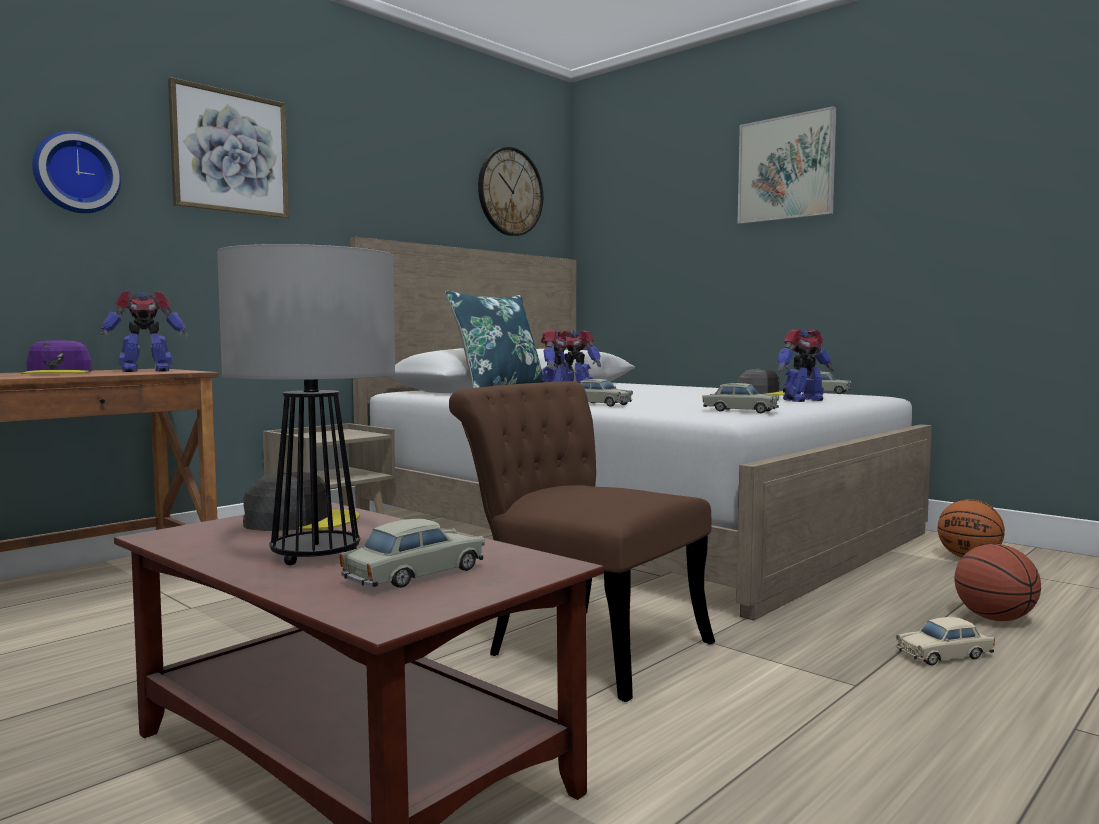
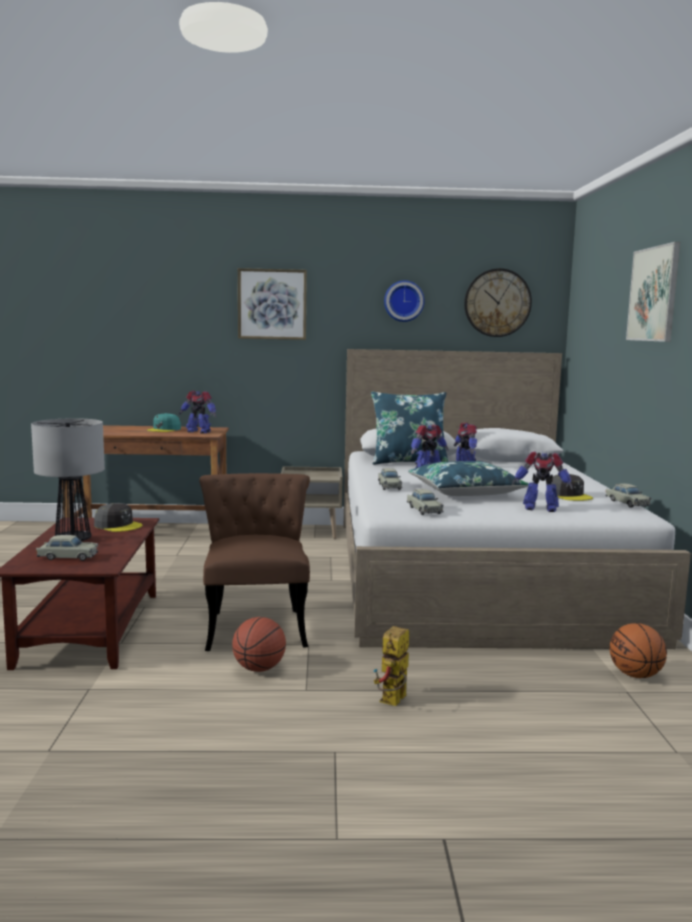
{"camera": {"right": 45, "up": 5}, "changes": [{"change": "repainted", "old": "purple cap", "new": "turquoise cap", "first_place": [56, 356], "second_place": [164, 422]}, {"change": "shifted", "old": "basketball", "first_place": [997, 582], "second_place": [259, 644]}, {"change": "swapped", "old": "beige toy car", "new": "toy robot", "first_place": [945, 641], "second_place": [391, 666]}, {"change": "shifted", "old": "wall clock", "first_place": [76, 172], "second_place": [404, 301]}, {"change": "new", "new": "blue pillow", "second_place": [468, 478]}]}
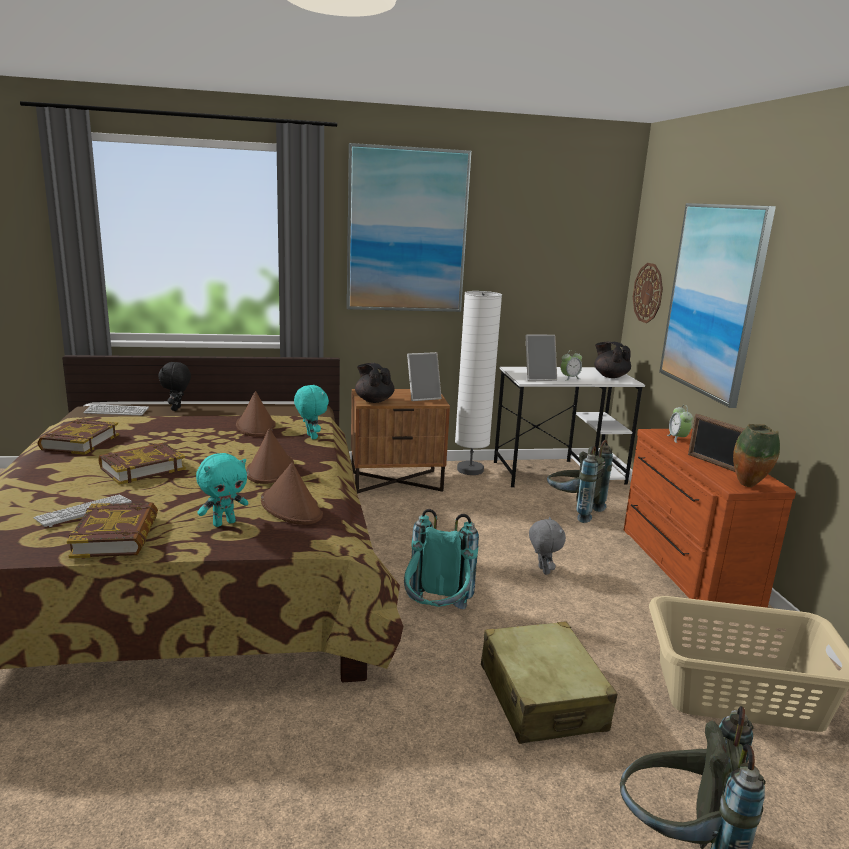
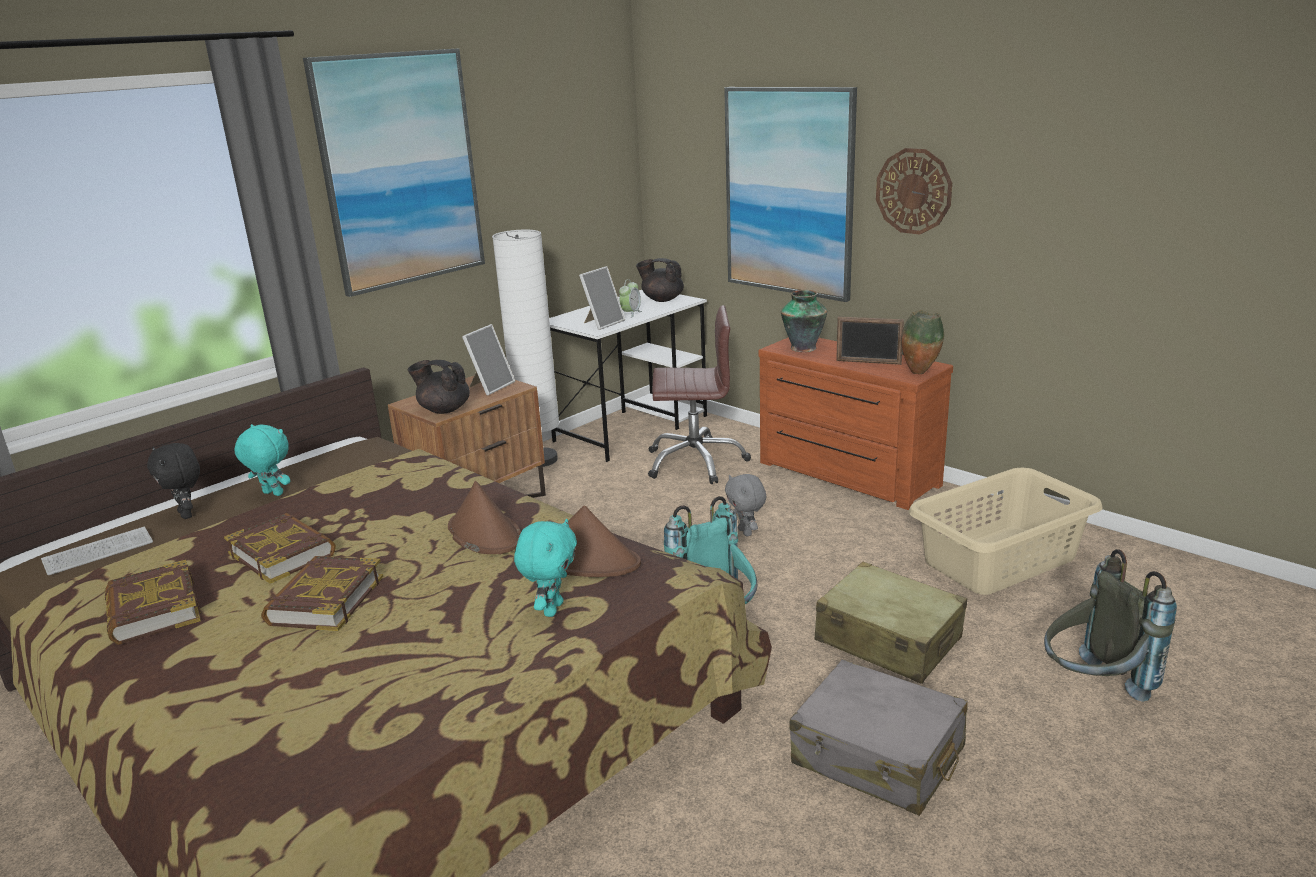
{"camera": {"right": -35, "up": 5}, "changes": [{"change": "shifted", "old": "book", "first_place": [112, 530], "second_place": [280, 548]}, {"change": "shifted", "old": "turquoise plush toy", "first_place": [311, 411], "second_place": [262, 460]}, {"change": "swapped", "old": "grey backpack", "new": "brown office chair", "first_place": [580, 481], "second_place": [699, 394]}, {"change": "rotated", "old": "grey plush toy", "first_place": [547, 546], "second_place": [745, 505], "degrees": -150}, {"change": "swapped", "old": "alarm clock", "new": "vase", "first_place": [680, 424], "second_place": [804, 321]}, {"change": "new", "new": "grey suitcase", "second_place": [878, 737]}, {"change": "shifted", "old": "wall clock", "first_place": [648, 293], "second_place": [914, 191]}, {"change": "gone", "old": "keyboard", "first_place": [82, 511]}, {"change": "gone", "old": "brown hat", "first_place": [256, 414]}]}
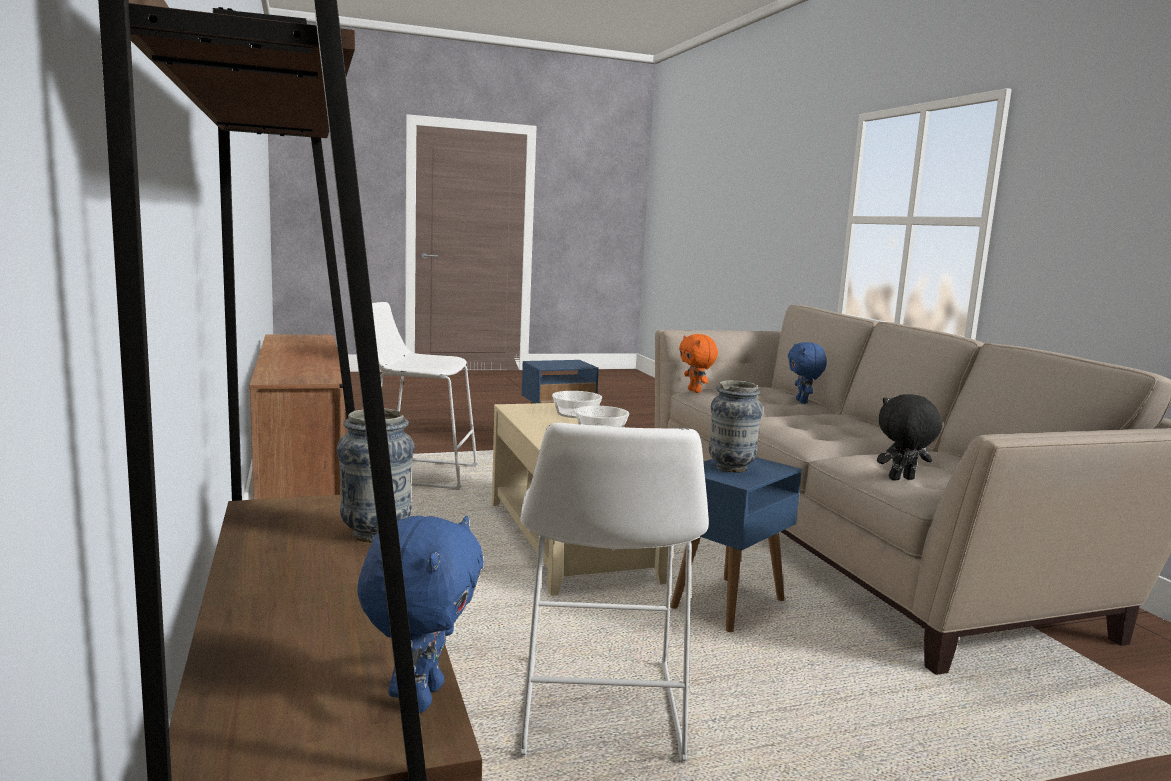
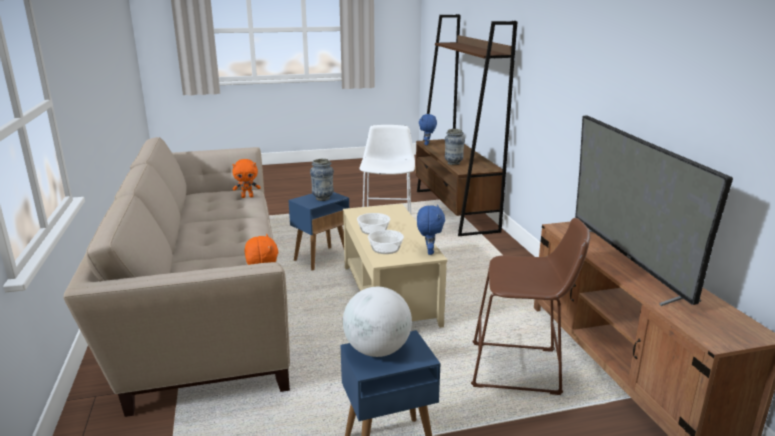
{"camera": {"right": -175, "up": 10}, "changes": [{"change": "repainted", "old": "black plush toy", "new": "orange plush toy", "first_place": [909, 437], "second_place": [246, 178]}, {"change": "new", "new": "globe", "second_place": [377, 322]}, {"change": "shifted", "old": "blue plush toy", "first_place": [807, 373], "second_place": [431, 230]}, {"change": "repainted", "old": "white stool", "new": "brown stool", "first_place": [425, 396], "second_place": [530, 306]}, {"change": "new", "new": "television", "second_place": [654, 211]}]}
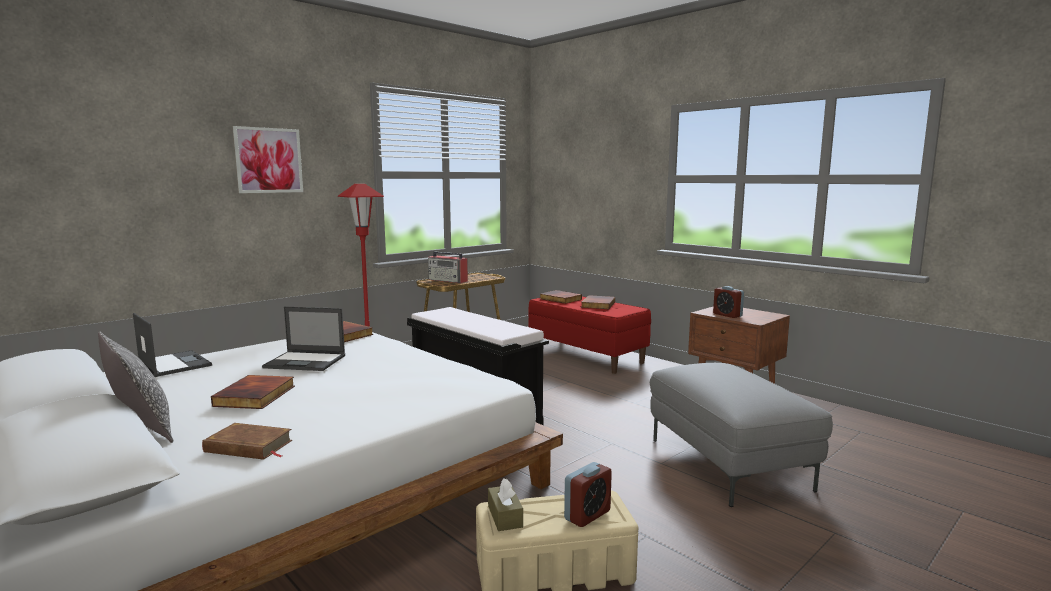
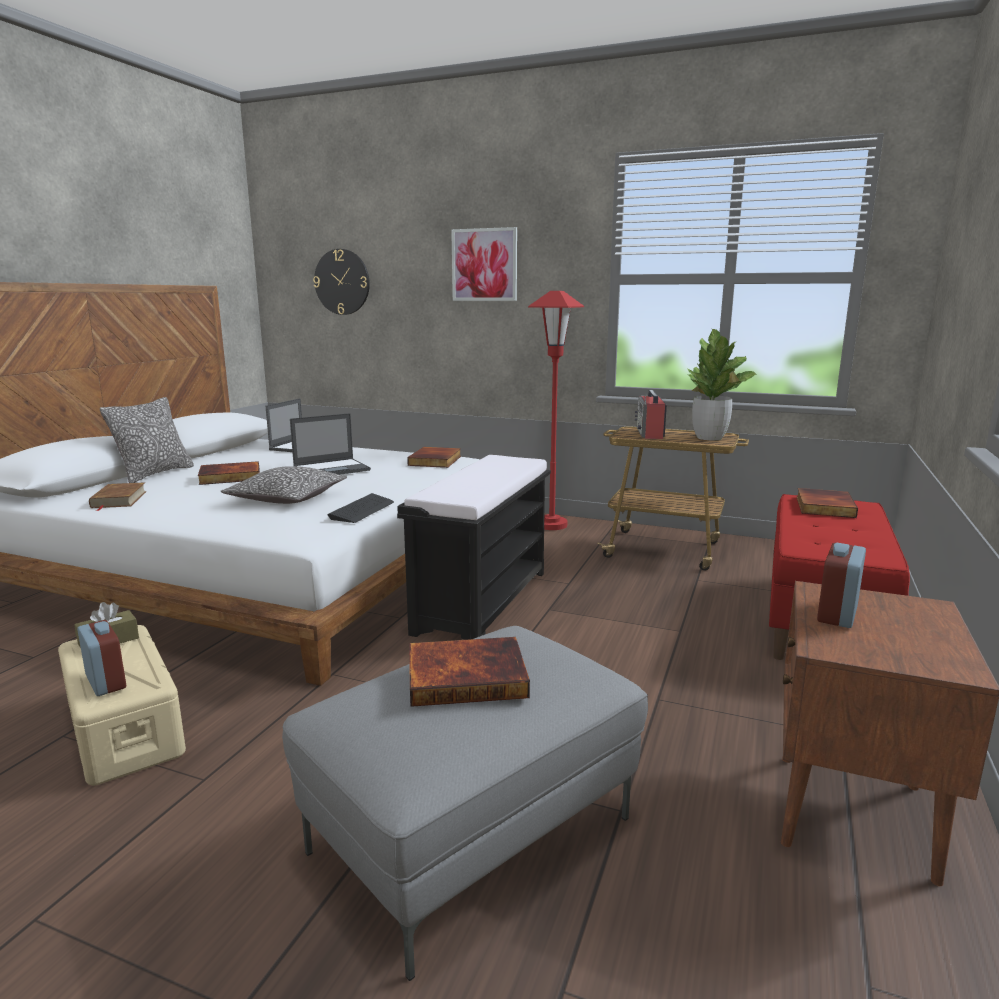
{"camera": {"right": 65, "up": 5}, "changes": [{"change": "rotated", "old": "alarm clock", "first_place": [588, 494], "second_place": [101, 658], "degrees": -150}, {"change": "new", "new": "pillow", "second_place": [283, 485]}, {"change": "rotated", "old": "laptop", "first_place": [303, 339], "second_place": [330, 444], "degrees": -105}, {"change": "new", "new": "wall clock", "second_place": [341, 282]}, {"change": "new", "new": "keyboard", "second_place": [360, 508]}, {"change": "shifted", "old": "book", "first_place": [598, 302], "second_place": [469, 672]}, {"change": "new", "new": "potted plant", "second_place": [721, 384]}]}
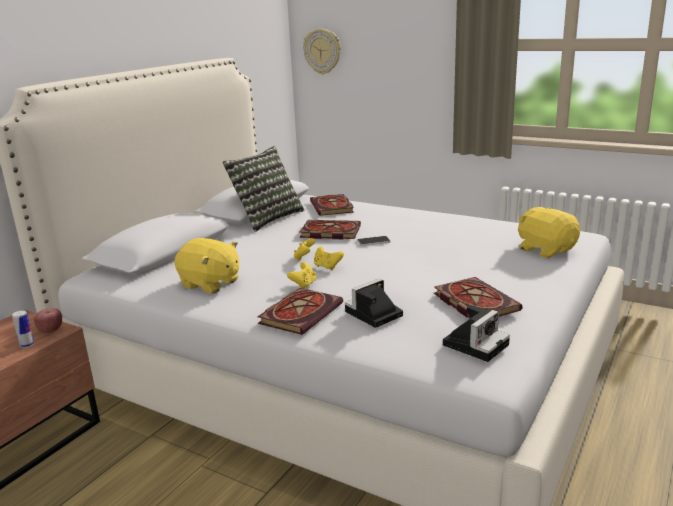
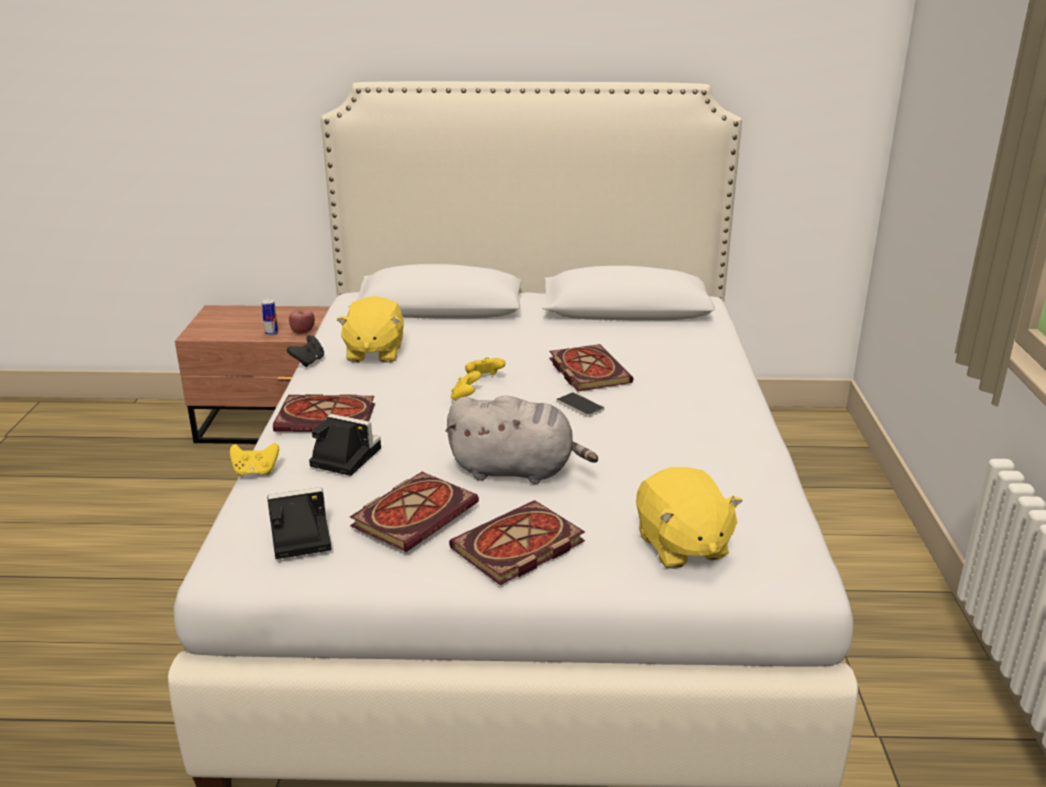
{"camera": {"right": 60, "up": 5}, "changes": [{"change": "shifted", "old": "yellow game controller", "first_place": [302, 275], "second_place": [254, 459]}, {"change": "rotated", "old": "photo camera", "first_place": [476, 333], "second_place": [299, 523], "degrees": 150}, {"change": "new", "new": "black game controller", "second_place": [305, 351]}, {"change": "new", "new": "grey plush toy", "second_place": [521, 440]}, {"change": "shifted", "old": "book", "first_place": [332, 205], "second_place": [517, 542]}, {"change": "rotated", "old": "yellow plush toy", "first_place": [549, 232], "second_place": [689, 518], "degrees": 135}, {"change": "gone", "old": "pillow", "first_place": [263, 189]}, {"change": "gone", "old": "wall clock", "first_place": [322, 51]}]}
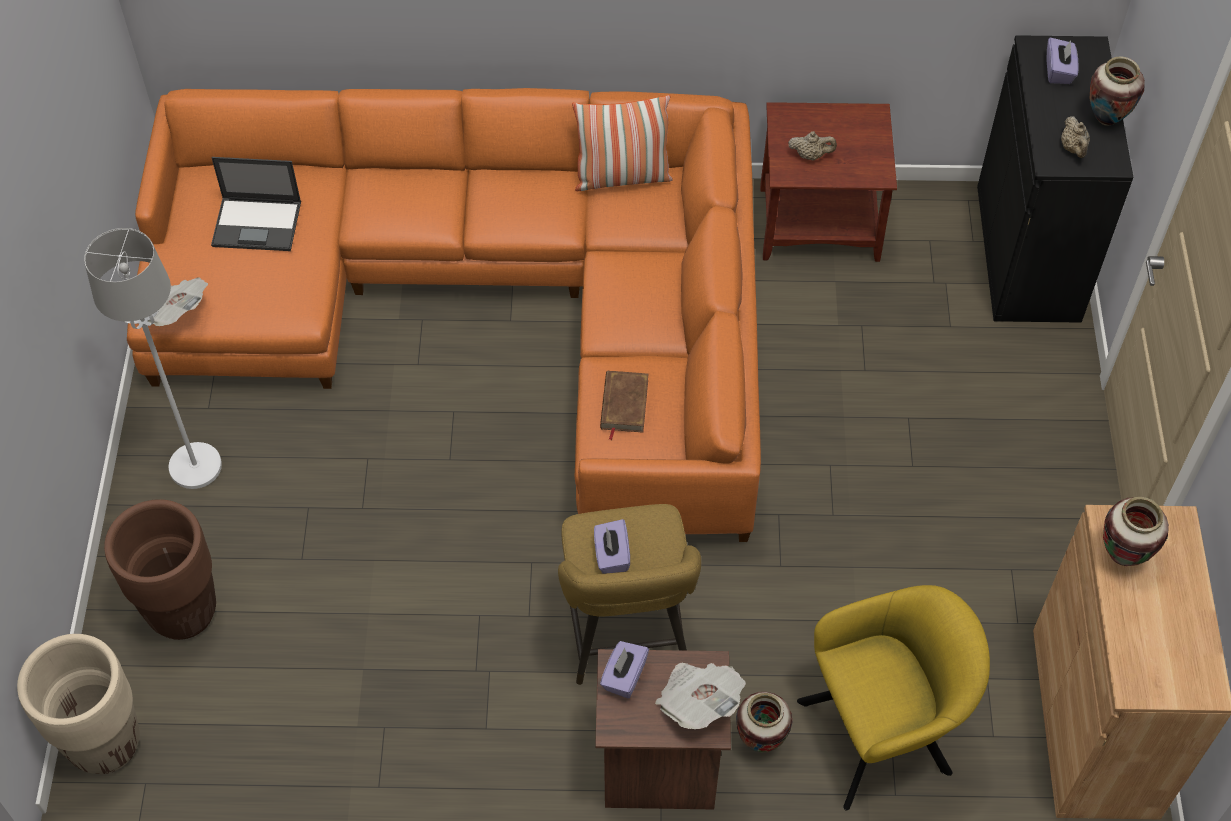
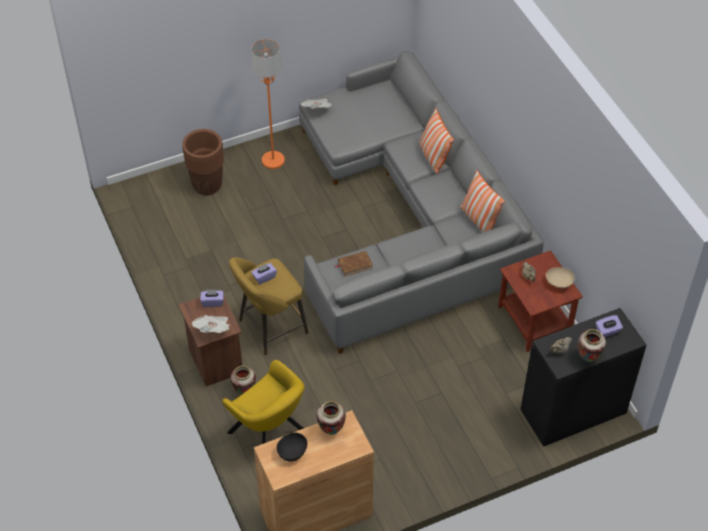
{"camera": {"right": 65, "up": -5}, "changes": [{"change": "repainted", "old": "white floor lamp", "new": "orange floor lamp", "first_place": [153, 358], "second_place": [268, 104]}, {"change": "new", "new": "black bowl", "second_place": [291, 447]}, {"change": "repainted", "old": "orange sofa", "new": "grey sofa", "first_place": [444, 315], "second_place": [421, 202]}, {"change": "new", "new": "pillow", "second_place": [436, 141]}, {"change": "new", "new": "beige bowl", "second_place": [560, 277]}, {"change": "gone", "old": "beige planter", "first_place": [78, 704]}, {"change": "gone", "old": "laptop", "first_place": [256, 204]}]}
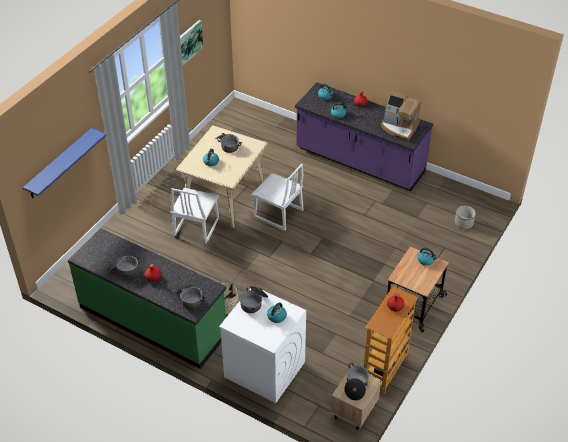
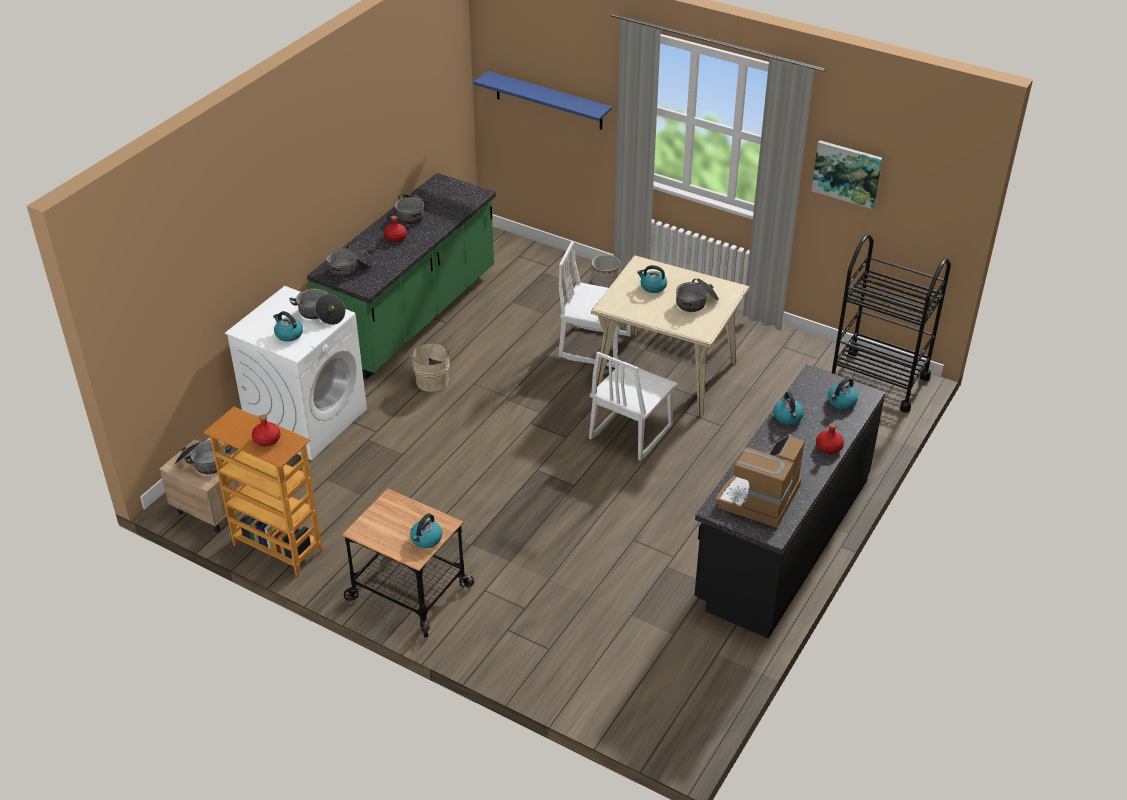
{"camera": {"right": 90, "up": -5}, "changes": [{"change": "shifted", "old": "planter", "first_place": [465, 217], "second_place": [605, 271]}, {"change": "repainted", "old": "purple counter", "new": "black counter", "first_place": [364, 136], "second_place": [790, 501]}, {"change": "new", "new": "black cart", "second_place": [891, 323]}]}
